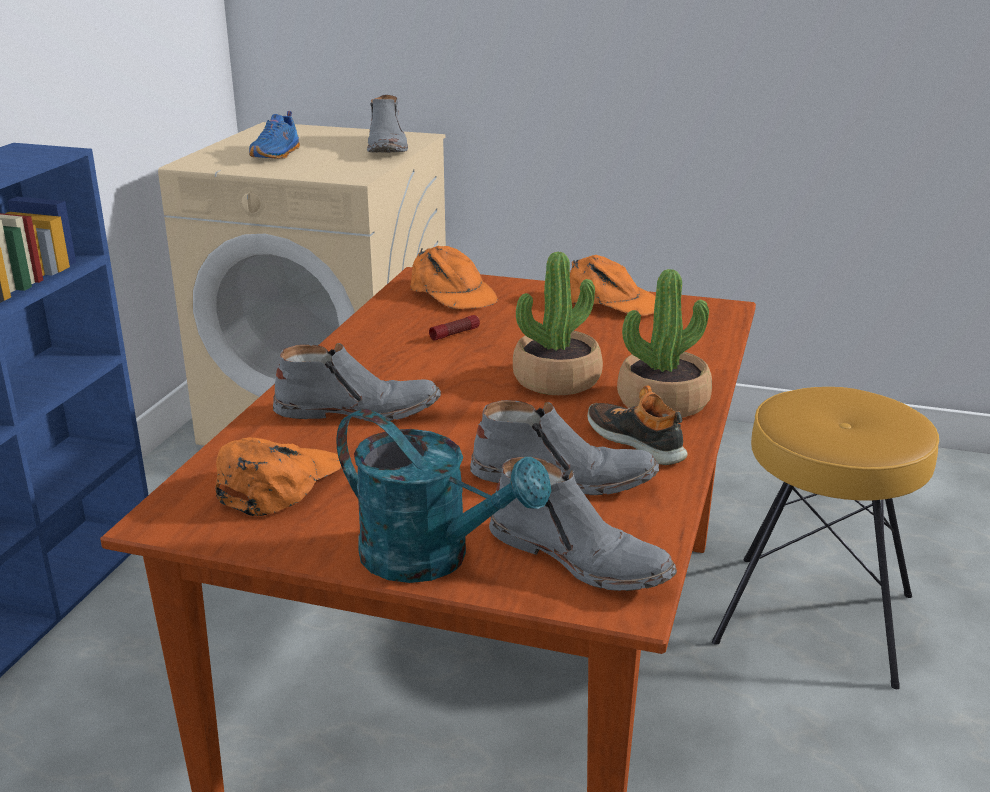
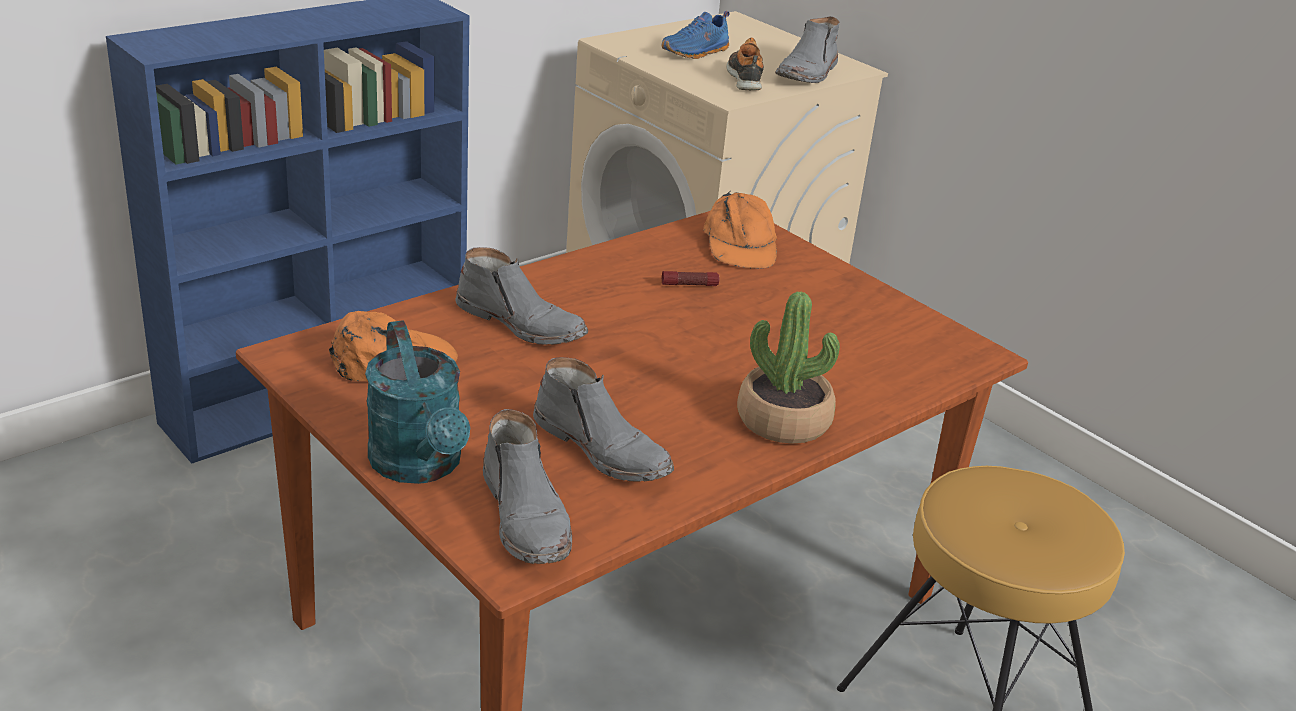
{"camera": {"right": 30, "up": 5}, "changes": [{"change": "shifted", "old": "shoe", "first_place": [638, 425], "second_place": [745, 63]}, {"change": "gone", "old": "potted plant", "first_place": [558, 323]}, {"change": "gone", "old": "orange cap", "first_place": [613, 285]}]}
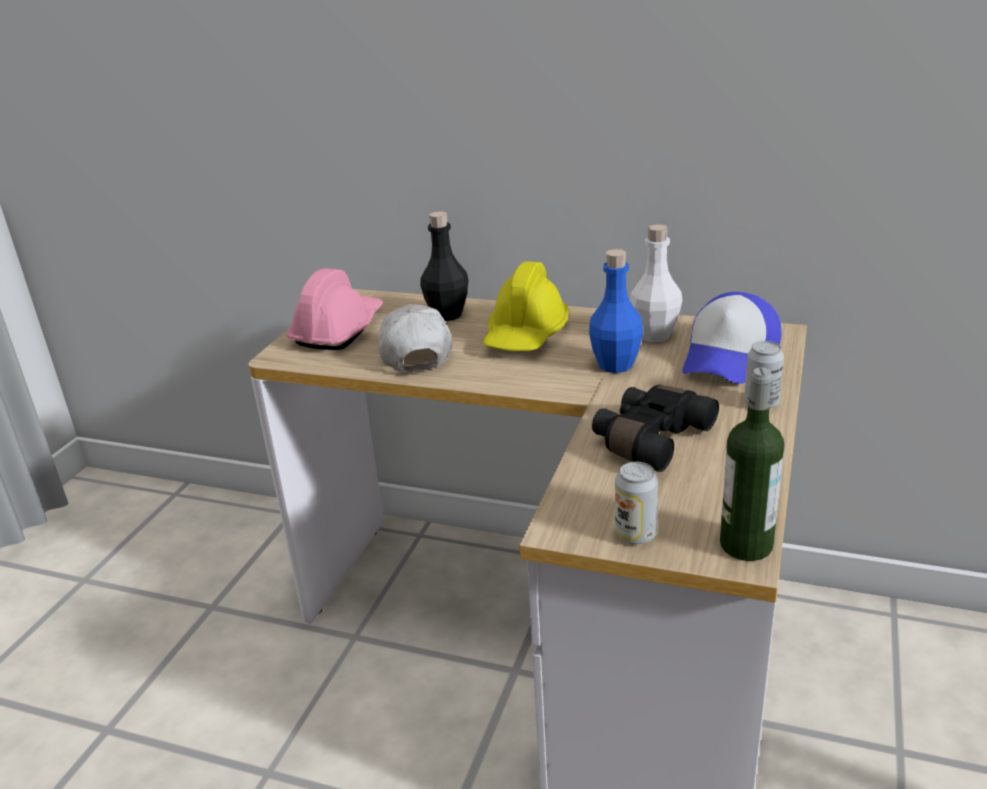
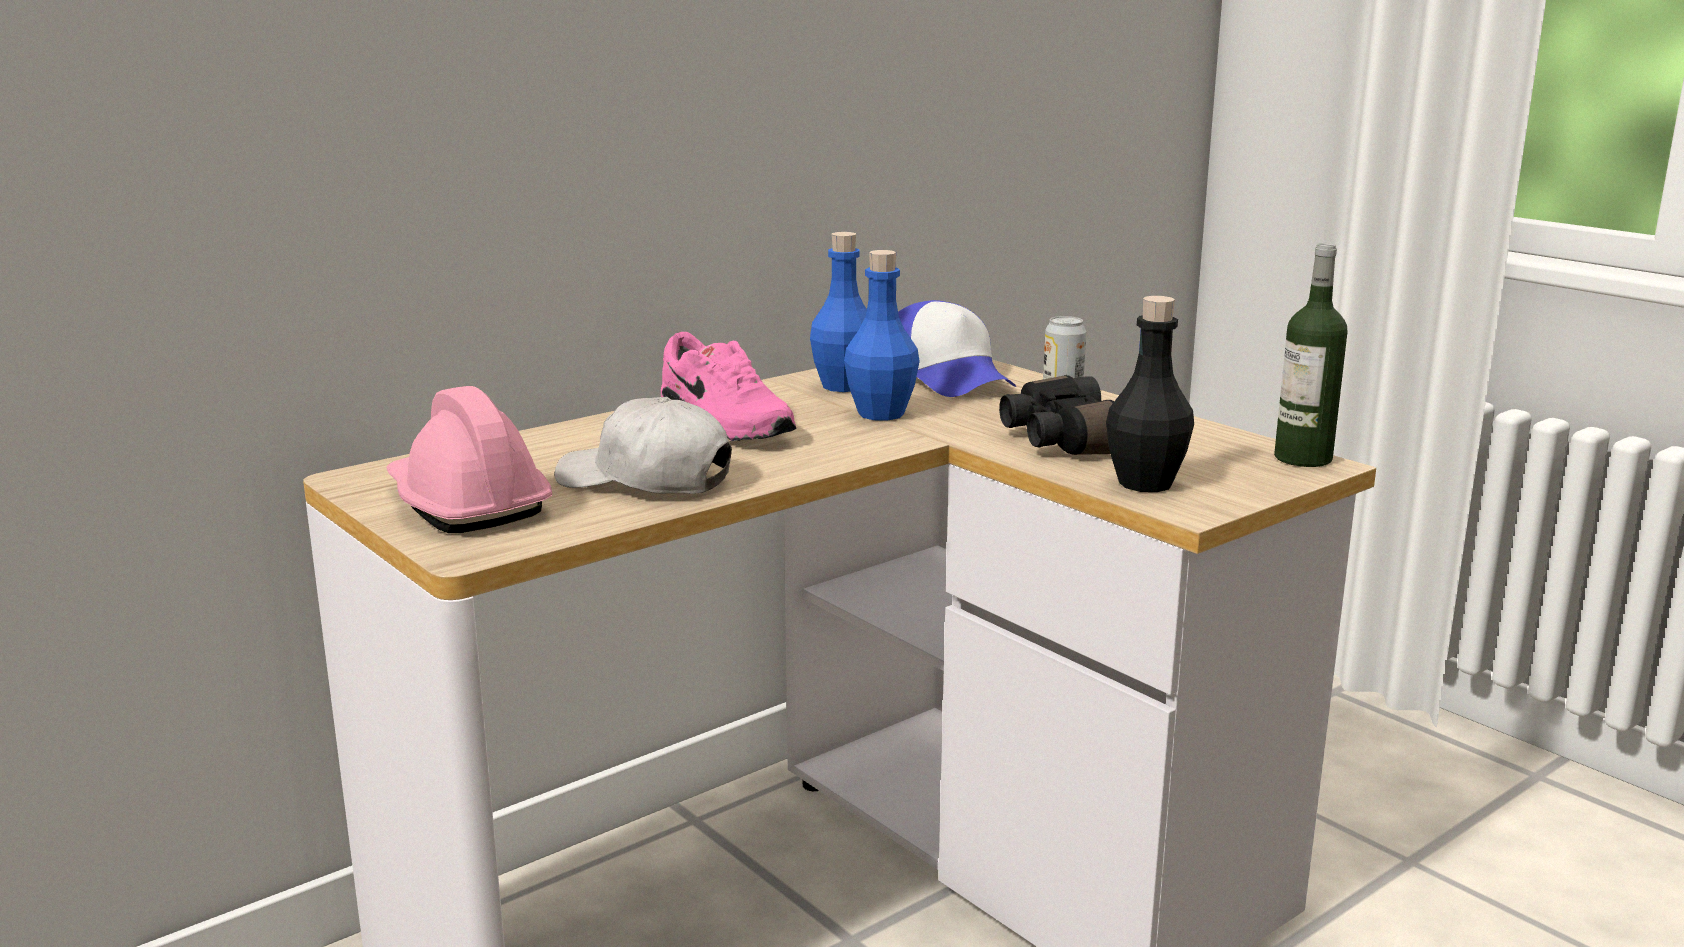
{"camera": {"right": -60, "up": -10}, "changes": [{"change": "swapped", "old": "yellow hard hat", "new": "pink shoe", "first_place": [526, 306], "second_place": [728, 386]}, {"change": "repainted", "old": "white bottle", "new": "blue bottle", "first_place": [656, 283], "second_place": [838, 312]}, {"change": "shifted", "old": "black bottle", "first_place": [444, 266], "second_place": [1150, 394]}, {"change": "gone", "old": "can", "first_place": [636, 503]}]}
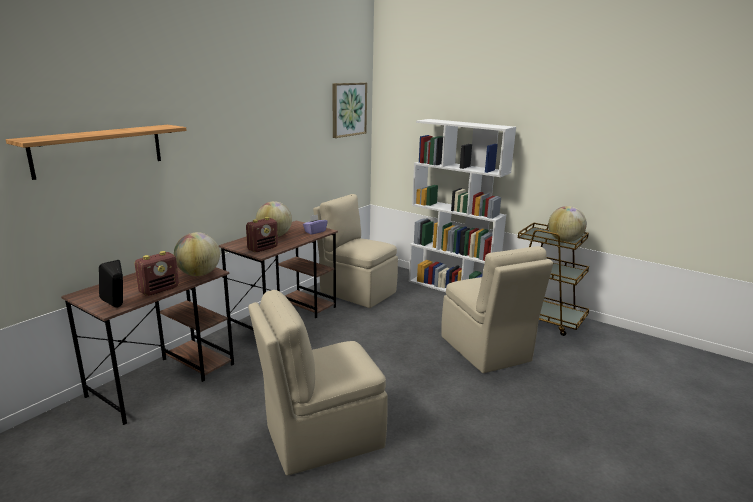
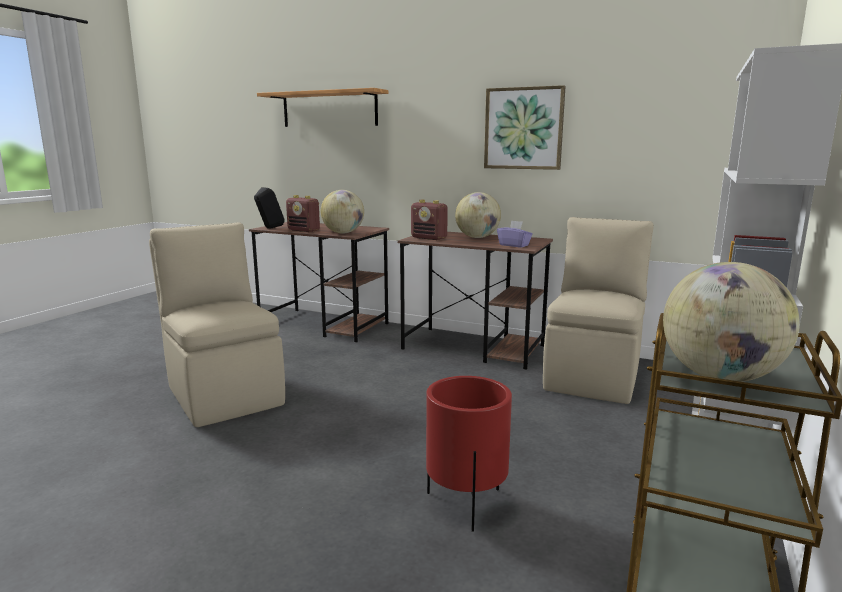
{"camera": {"right": 80, "up": -5}, "changes": [{"change": "swapped", "old": "beige chair", "new": "red planter", "first_place": [497, 309], "second_place": [469, 454]}, {"change": "shifted", "old": "picture", "first_place": [349, 110], "second_place": [525, 127]}]}
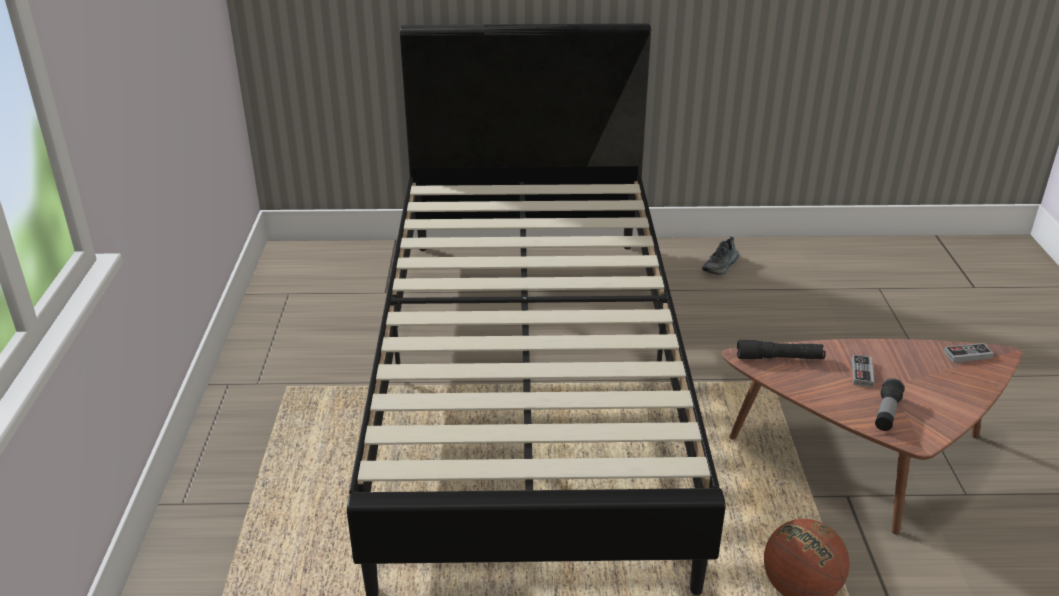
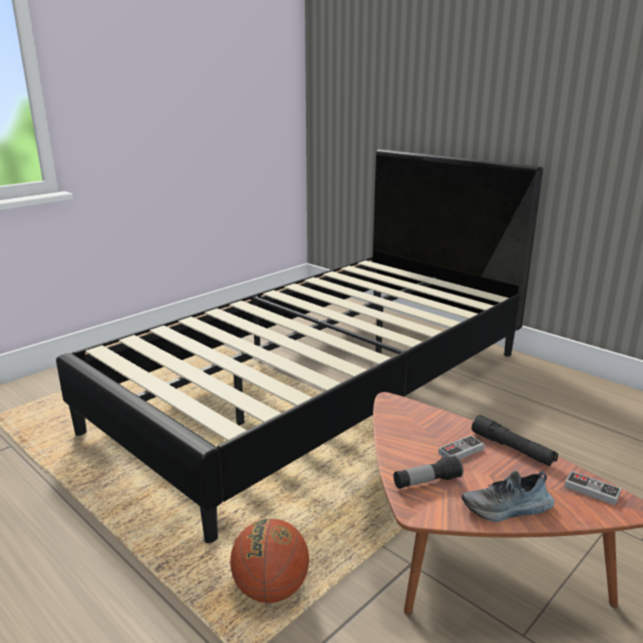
{"camera": {"right": 45, "up": -10}, "changes": [{"change": "shifted", "old": "shoe", "first_place": [720, 255], "second_place": [508, 496]}, {"change": "shifted", "old": "black flashlight", "first_place": [781, 349], "second_place": [515, 440]}]}
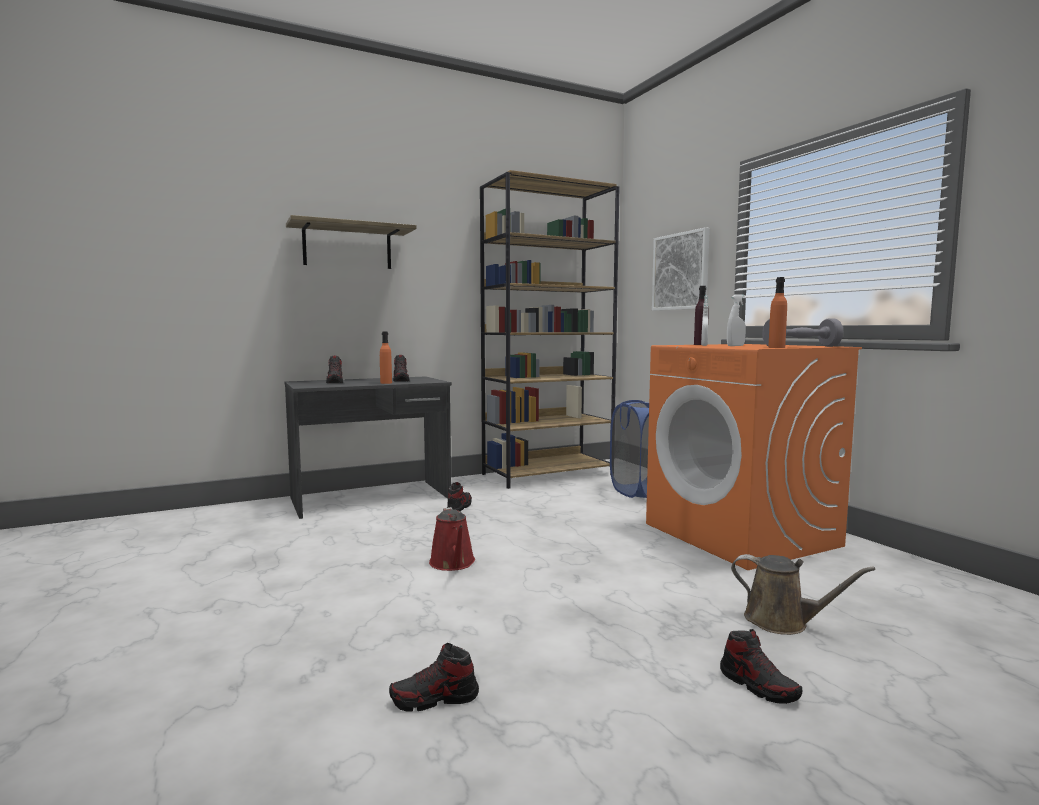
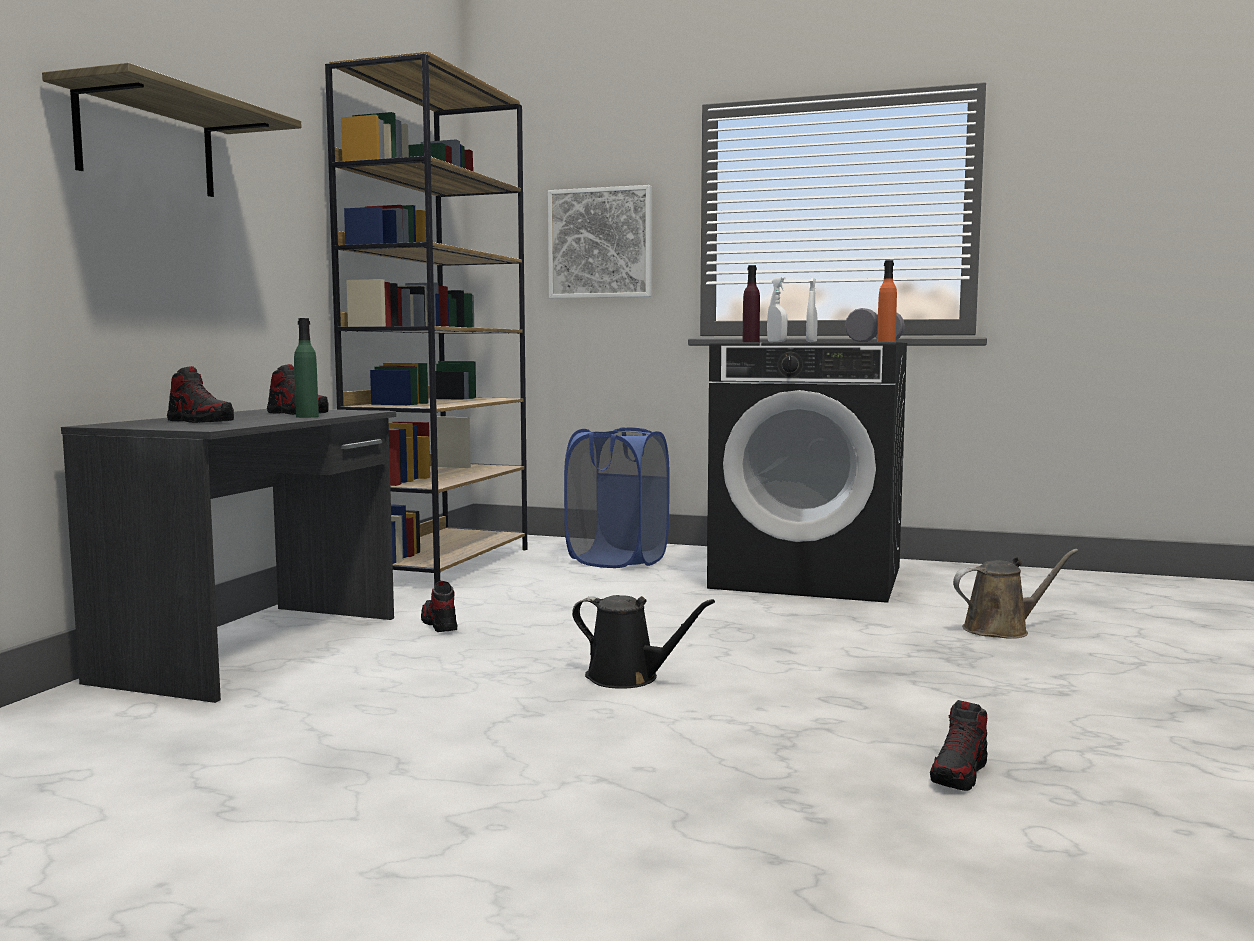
{"camera": {"right": -45, "up": 0}, "changes": [{"change": "repainted", "old": "orange bottle", "new": "green bottle", "first_place": [386, 357], "second_place": [306, 368]}, {"change": "repainted", "old": "red watering can", "new": "black watering can", "first_place": [452, 539], "second_place": [643, 642]}, {"change": "repainted", "old": "orange washing machine", "new": "black washing machine", "first_place": [754, 457], "second_place": [807, 472]}, {"change": "gone", "old": "shoe", "first_place": [761, 666]}]}
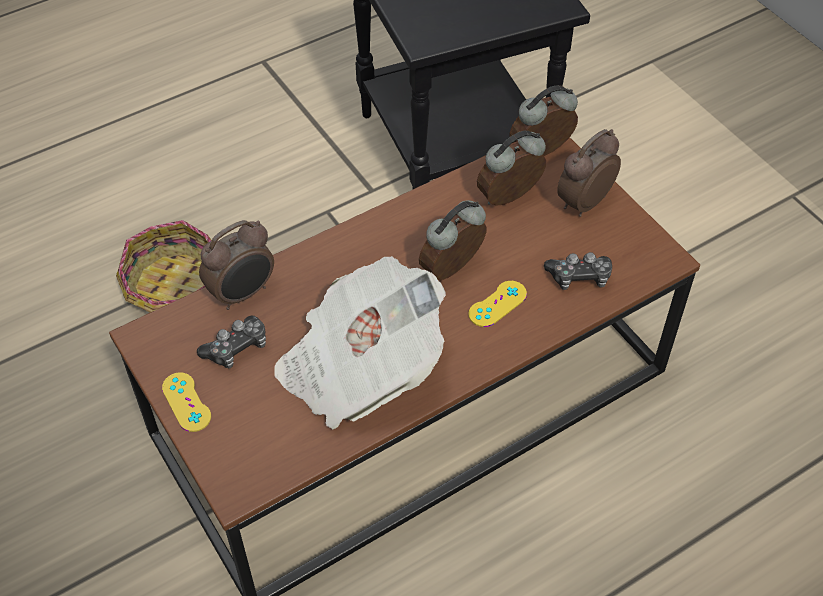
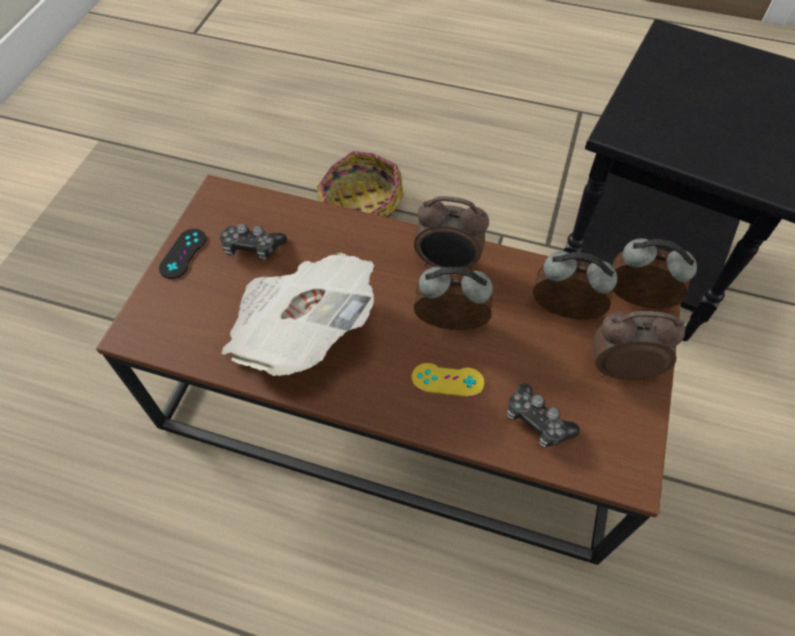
{"camera": {"right": 50, "up": 5}, "changes": [{"change": "repainted", "old": "yellow game controller", "new": "black game controller", "first_place": [186, 402], "second_place": [182, 254]}, {"change": "shifted", "old": "alarm clock", "first_place": [236, 265], "second_place": [451, 232]}]}
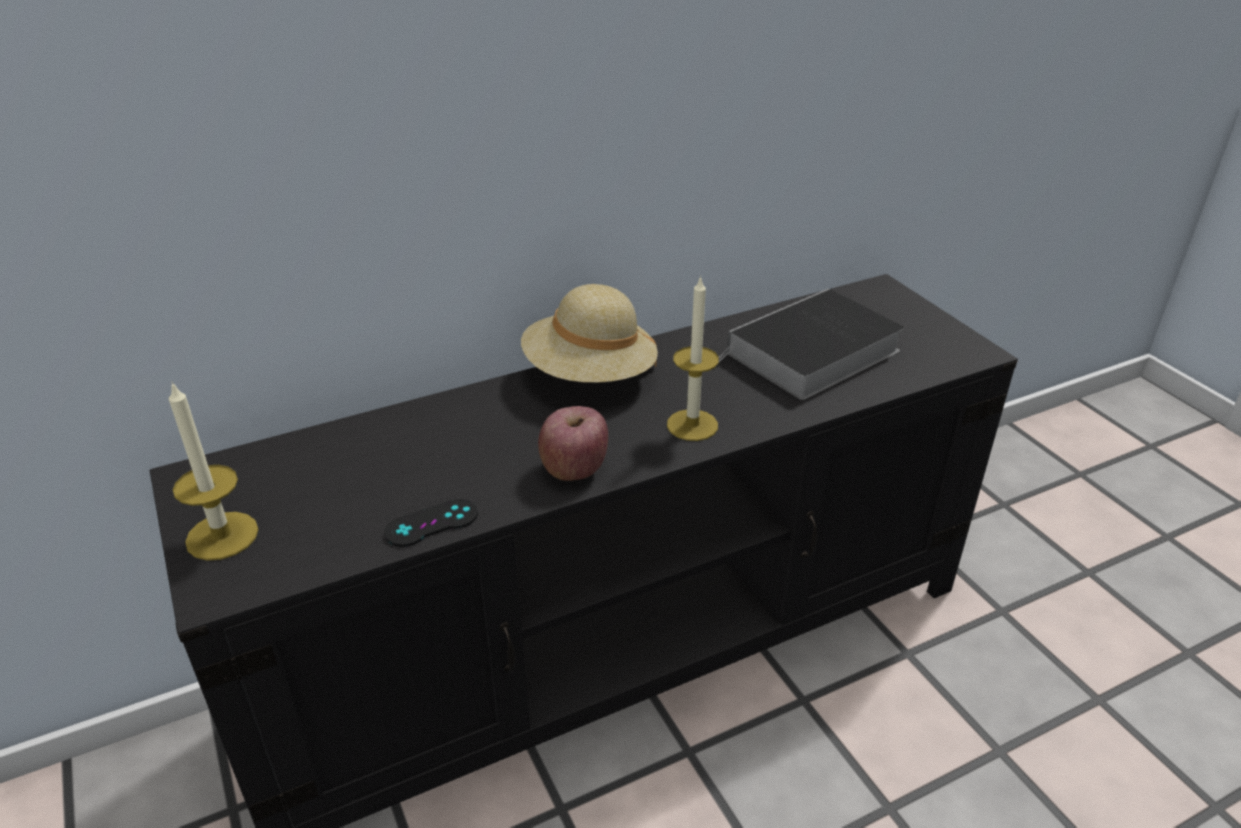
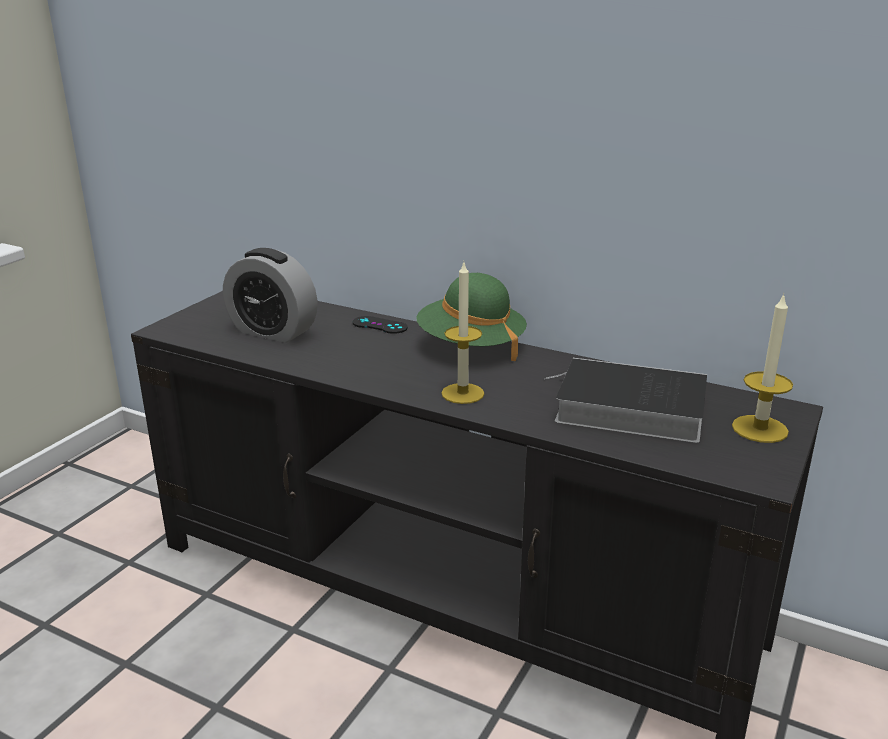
{"camera": {"right": 55, "up": -10}, "changes": [{"change": "new", "new": "alarm clock", "second_place": [270, 295]}, {"change": "shifted", "old": "black game controller", "first_place": [431, 523], "second_place": [380, 325]}, {"change": "repainted", "old": "beige hat", "new": "green hat", "first_place": [589, 333], "second_place": [472, 317]}, {"change": "shifted", "old": "candle", "first_place": [213, 471], "second_place": [762, 368]}, {"change": "gone", "old": "apple", "first_place": [573, 443]}]}
